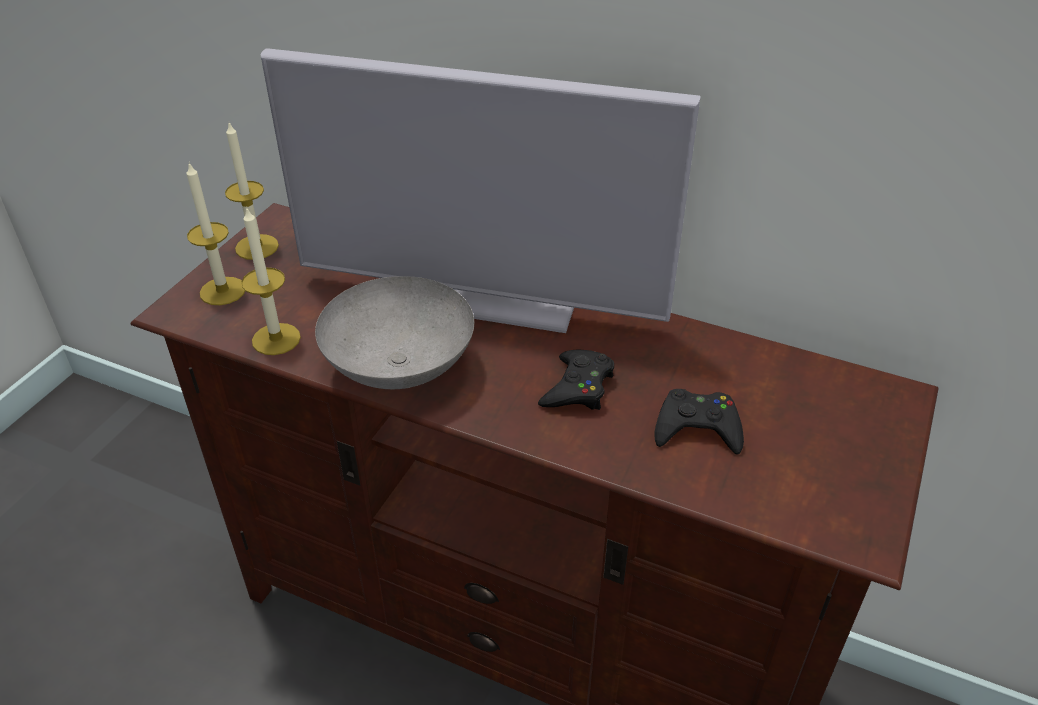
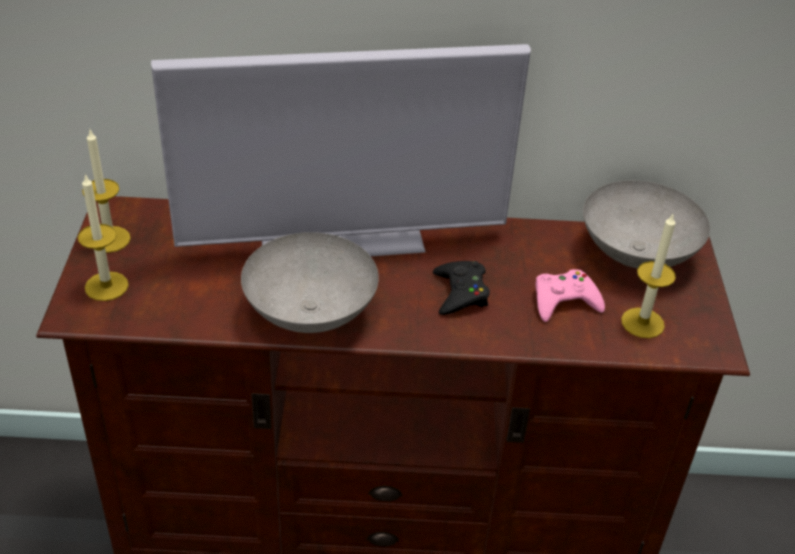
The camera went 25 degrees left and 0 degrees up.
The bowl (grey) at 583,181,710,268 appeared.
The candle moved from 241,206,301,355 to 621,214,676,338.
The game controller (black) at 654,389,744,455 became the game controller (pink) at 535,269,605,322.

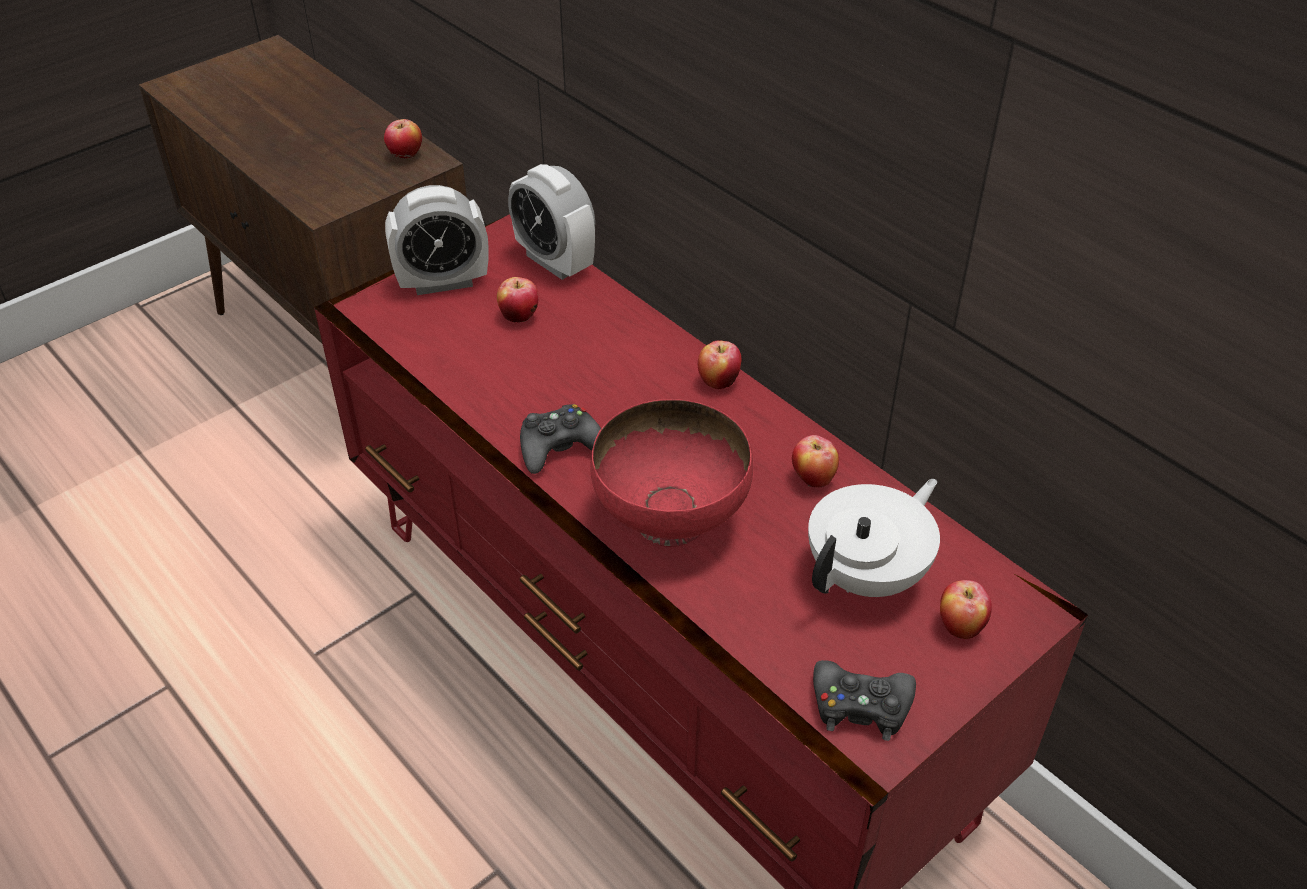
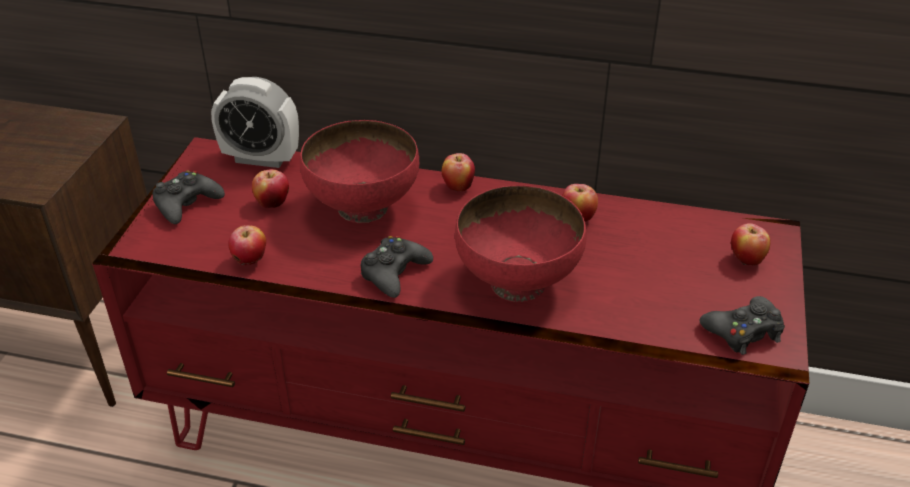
The camera went 35 degrees left and 5 degrees down.
The teapot (white) at 808,479,940,597 disappeared.
The bowl (red) at 300,120,419,223 appeared.
The apple moved from 384,119,422,159 to 228,225,266,265.
The alarm clock at 385,185,489,295 was replaced by the game controller (black) at 153,170,225,224.

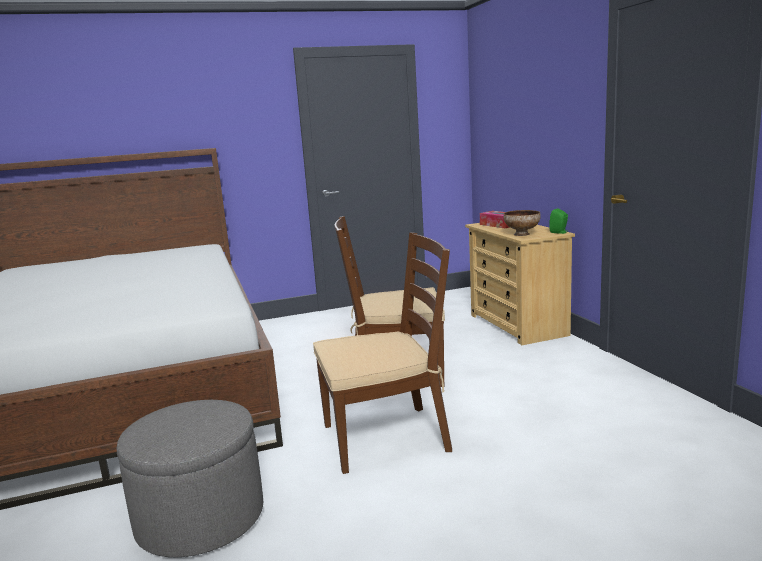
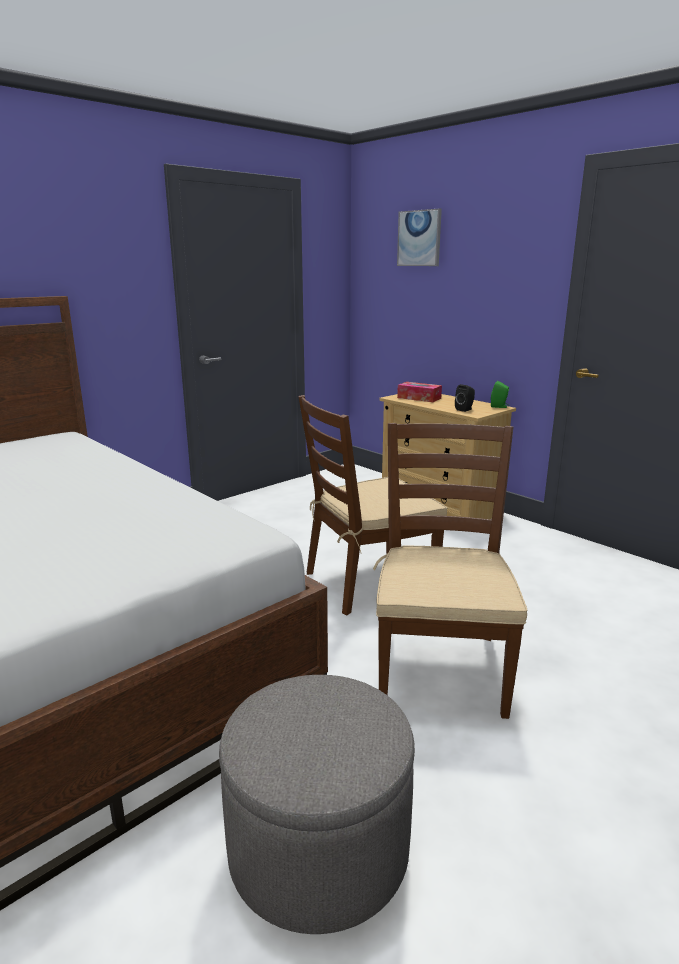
The camera went 25 degrees left and 5 degrees up.
The picture at 397,209,442,266 appeared.
The bowl at 503,210,541,236 was replaced by the speaker (black) at 455,384,475,412.
The chair (brown) at 313,233,452,474 turned 45 degrees counterclockwise.

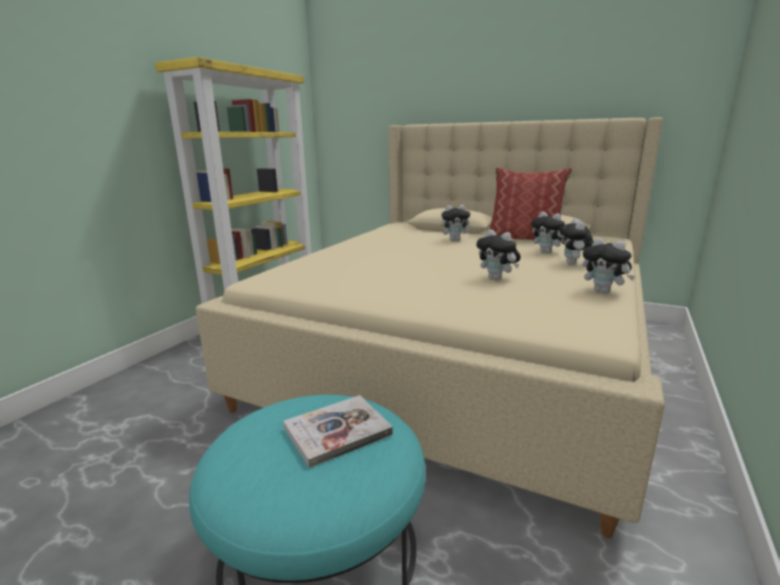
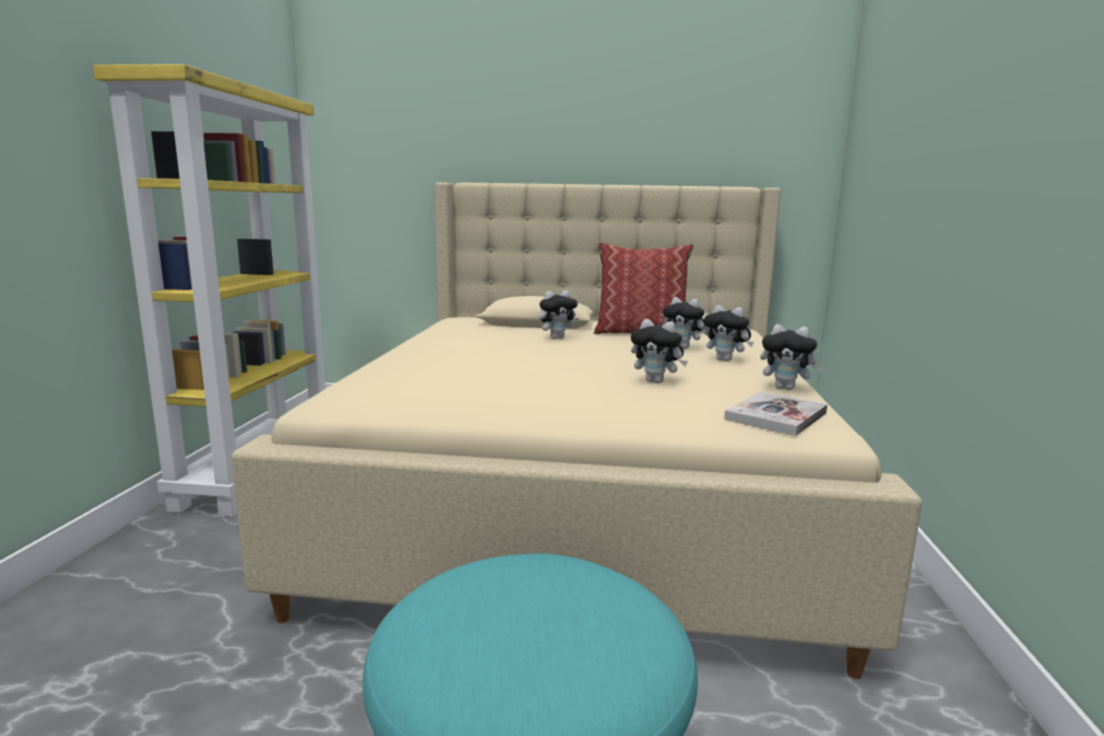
The camera went 20 degrees left and 5 degrees down.
The book moved from 283,395,393,468 to 724,391,827,436.
The plush toy at 559,218,594,265 turned 45 degrees counterclockwise.

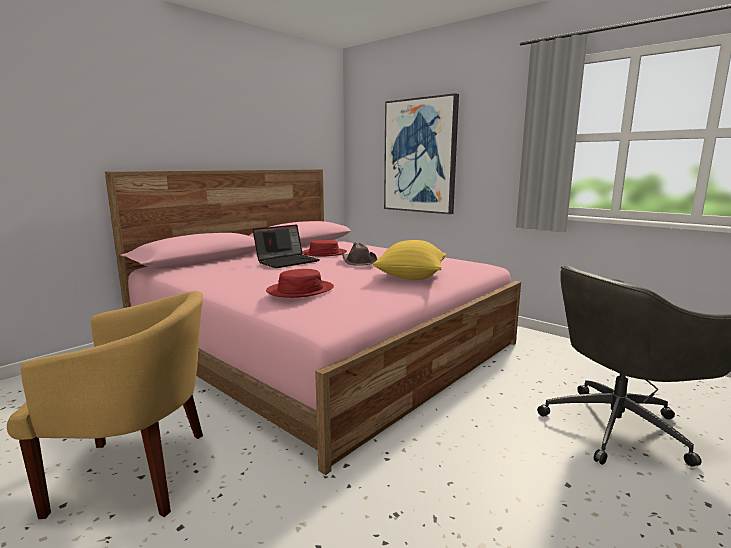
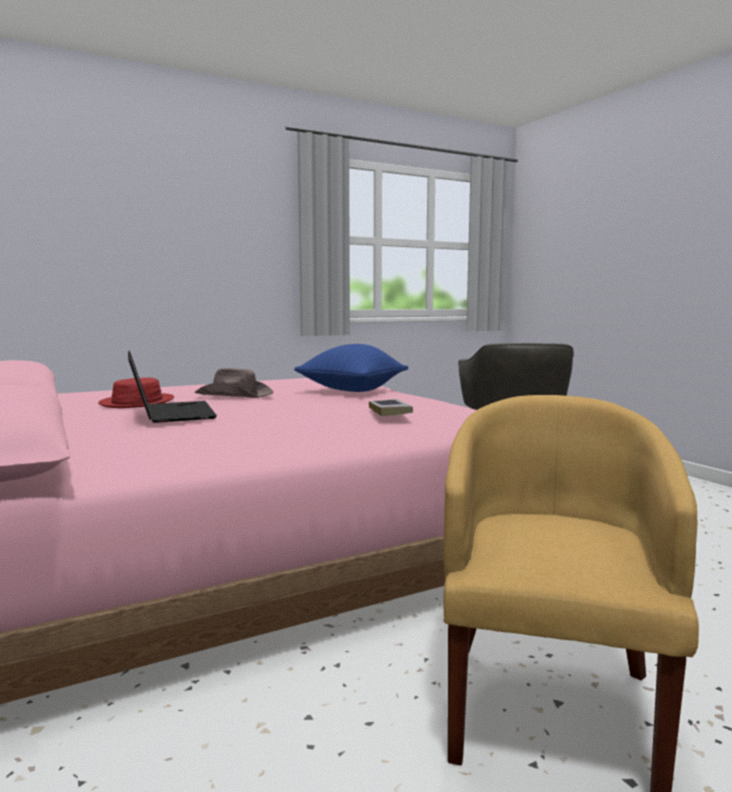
The camera went 70 degrees left and 5 degrees down.
The picture at 384,93,459,214 disappeared.
The hat (red) at 266,269,334,298 was replaced by the book at 369,399,413,416.
The pillow (yellow) at 373,240,446,280 became the pillow (blue) at 294,344,408,392.

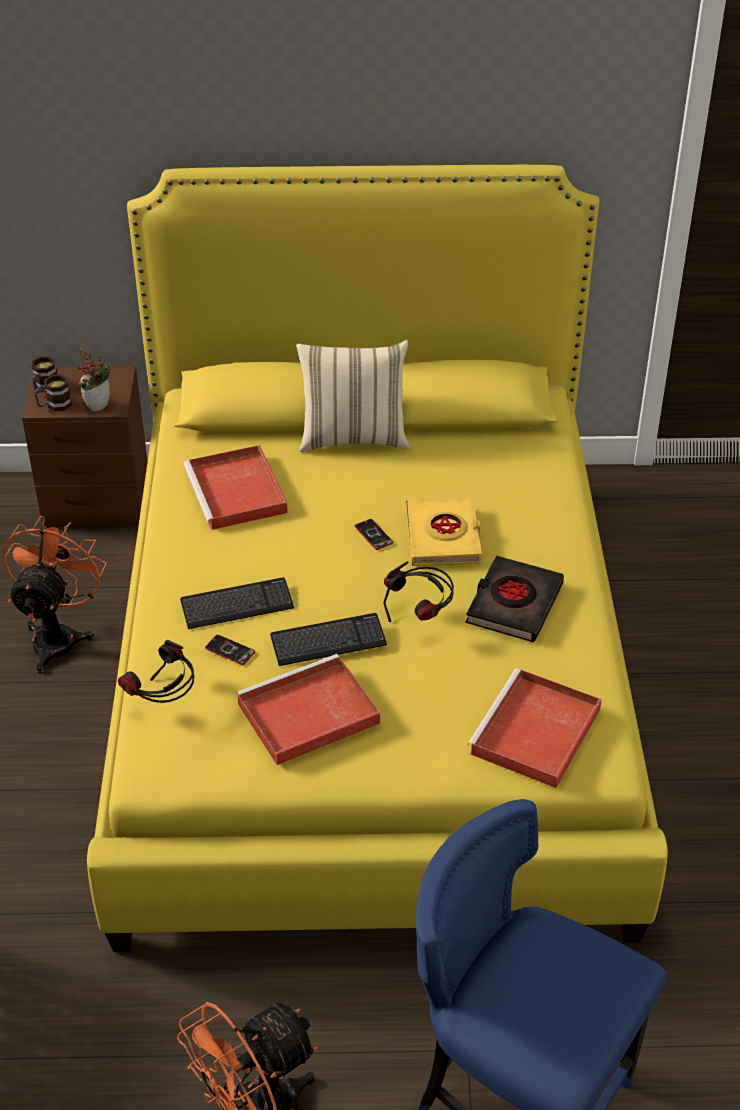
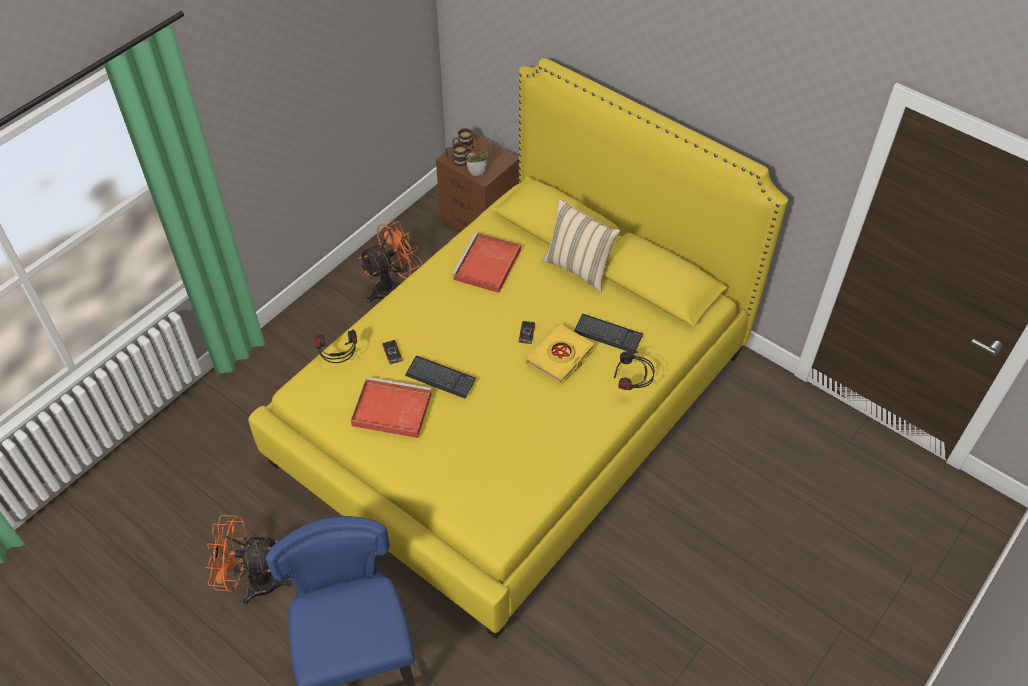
The camera went 40 degrees right and 10 degrees up.
The book (black) at 465,556,564,642 disappeared.
The tray (red) at 468,669,602,788 disappeared.
The keyboard moved from 180,578,294,629 to 574,314,643,354.
The headphones moved from 383,561,454,622 to 614,351,655,390.

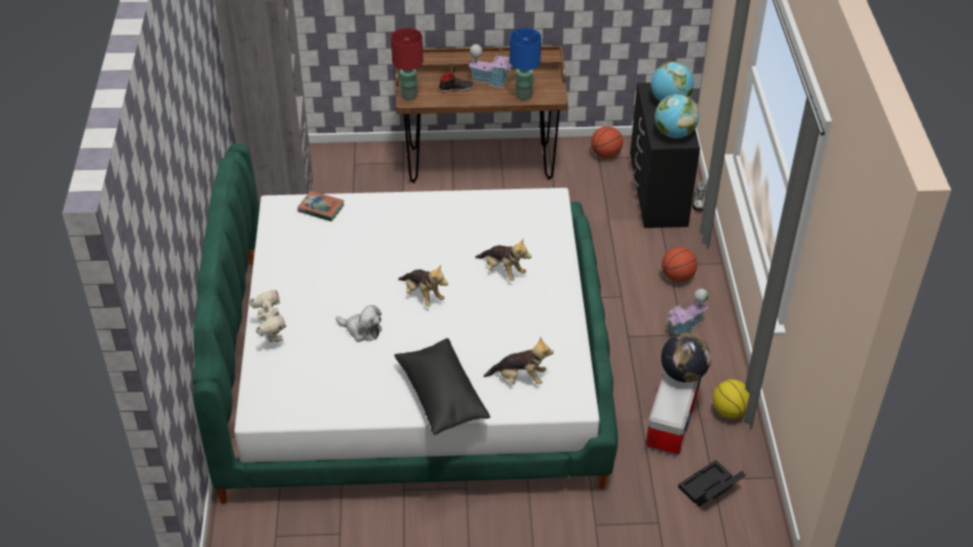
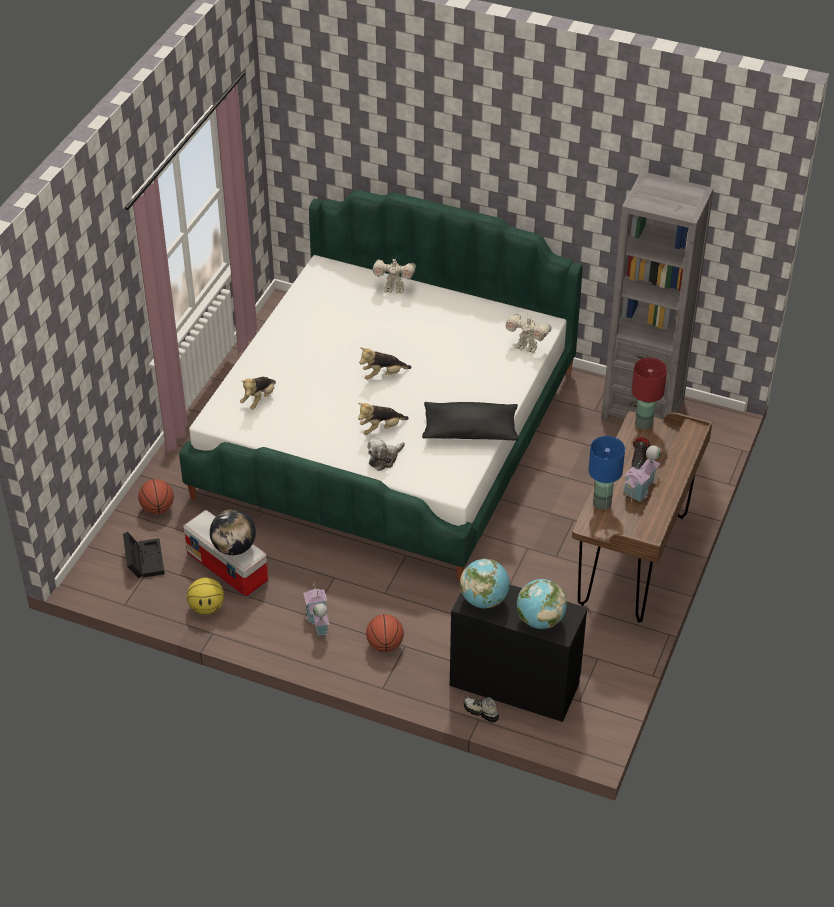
The camera went 115 degrees right and 0 degrees up.
The plush toy moved from 336,305,382,342 to 367,438,405,471.
The pillow (black) moved from 394,338,490,435 to 422,402,518,441.
The basketball moved from 591,126,623,158 to 138,479,174,514.
The book at 297,191,344,222 was replaced by the toy robot at 506,314,552,353.

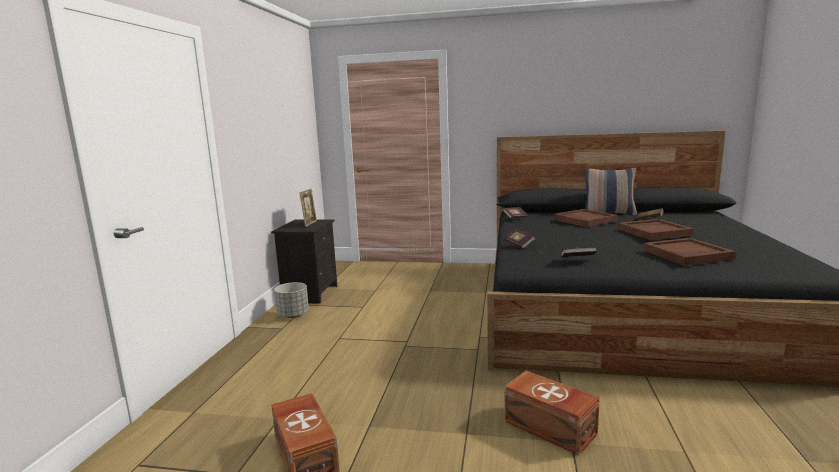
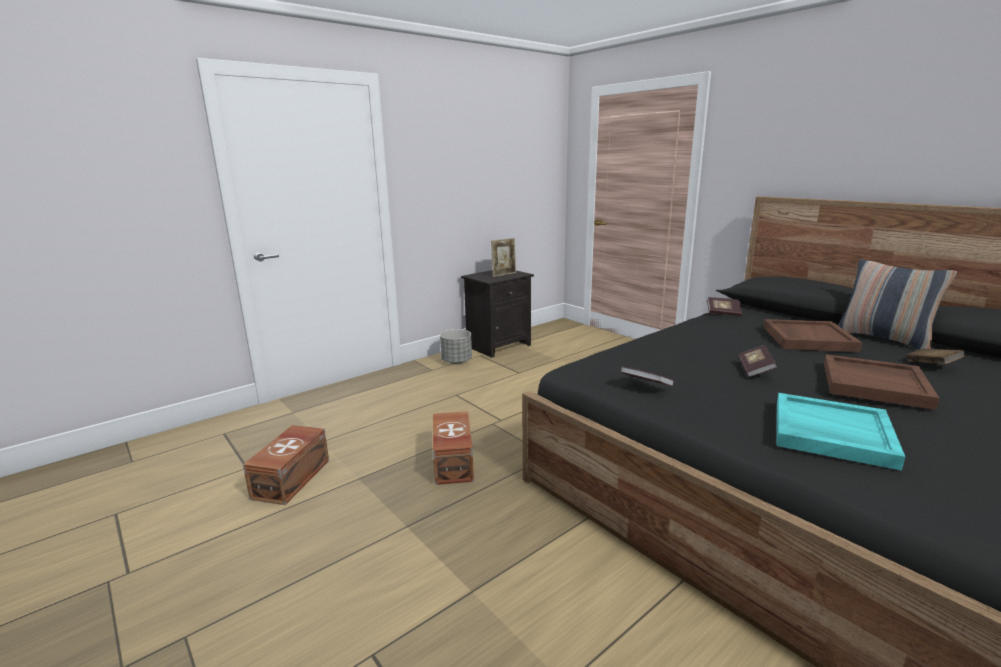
The camera went 40 degrees right and 5 degrees up.
The book moved from 504,229,535,249 to 738,345,777,377.
The storage box (brown) moved from 504,371,600,455 to 433,411,474,485.
The tray (brown) at 643,238,736,266 became the tray (turquoise) at 777,393,905,471.

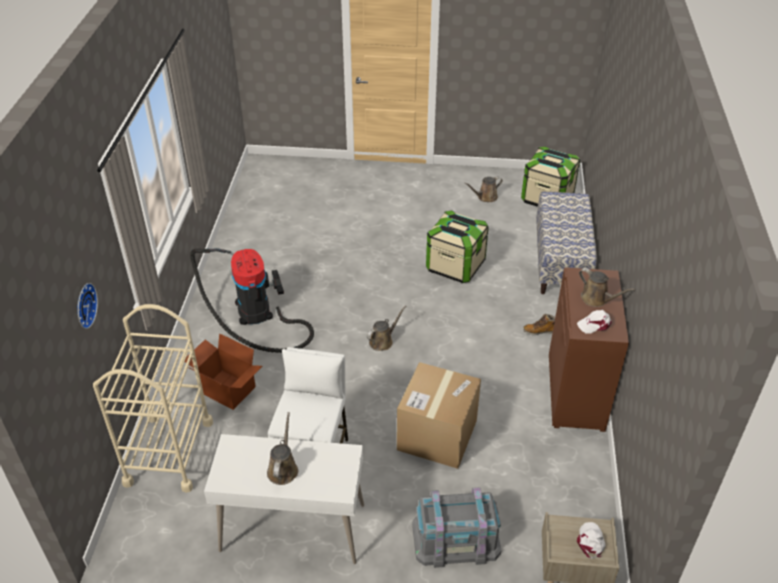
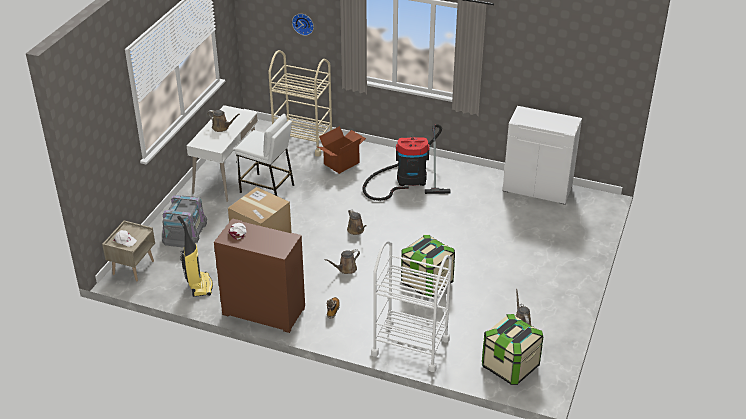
The camera went 105 degrees right and 5 degrees down.
The vacuum cleaner at 177,215,213,297 appeared.
The cabinet (white) at 503,106,582,205 appeared.
The watering can (brown) moved from 579,268,635,307 to 324,249,360,274.
The bench at 536,191,597,294 was replaced by the cart (white) at 371,241,452,372.

